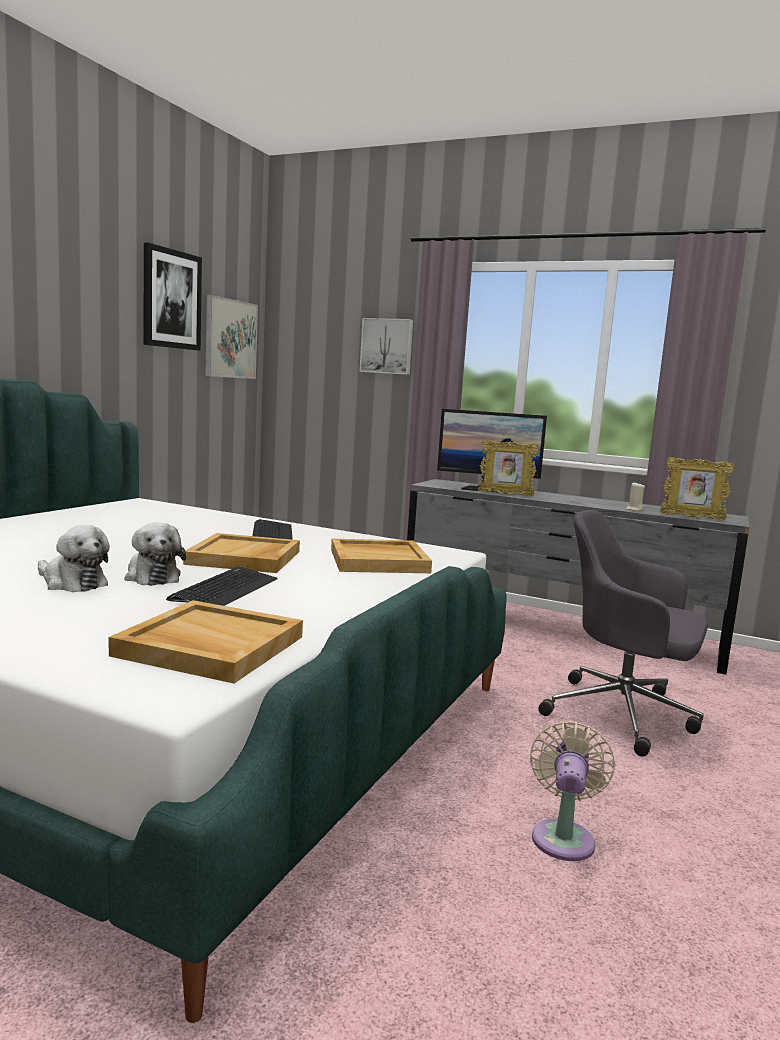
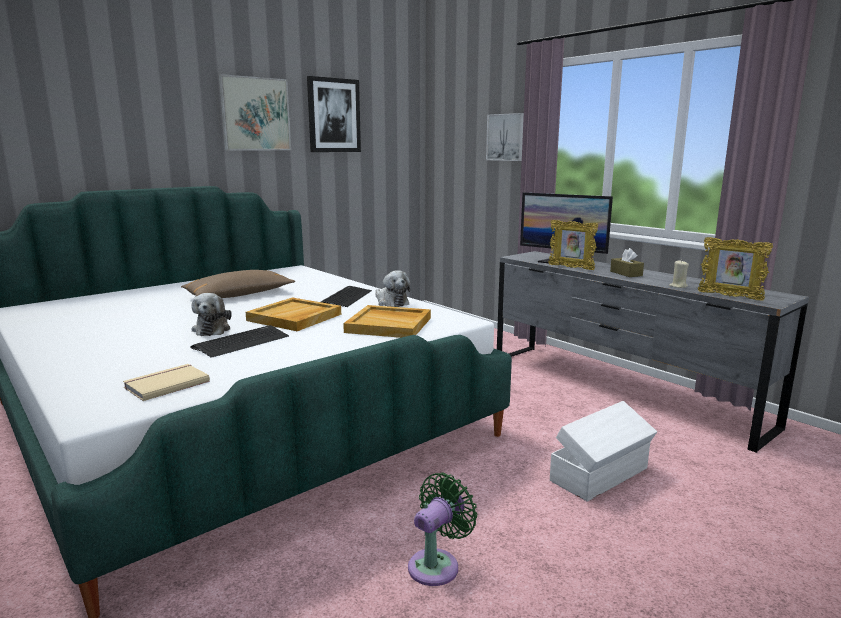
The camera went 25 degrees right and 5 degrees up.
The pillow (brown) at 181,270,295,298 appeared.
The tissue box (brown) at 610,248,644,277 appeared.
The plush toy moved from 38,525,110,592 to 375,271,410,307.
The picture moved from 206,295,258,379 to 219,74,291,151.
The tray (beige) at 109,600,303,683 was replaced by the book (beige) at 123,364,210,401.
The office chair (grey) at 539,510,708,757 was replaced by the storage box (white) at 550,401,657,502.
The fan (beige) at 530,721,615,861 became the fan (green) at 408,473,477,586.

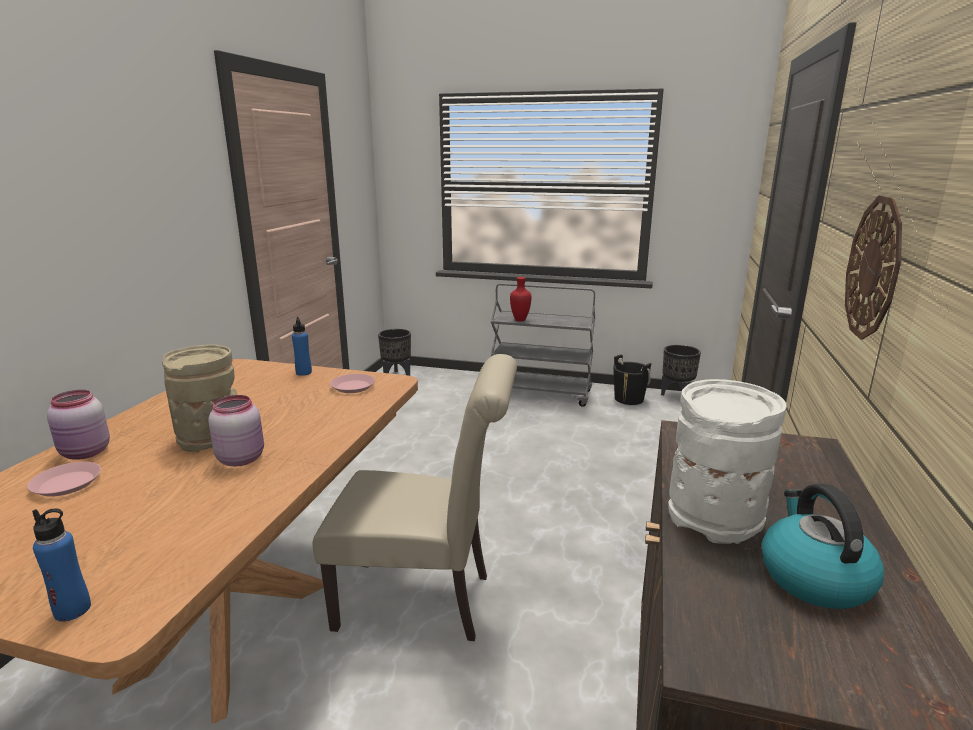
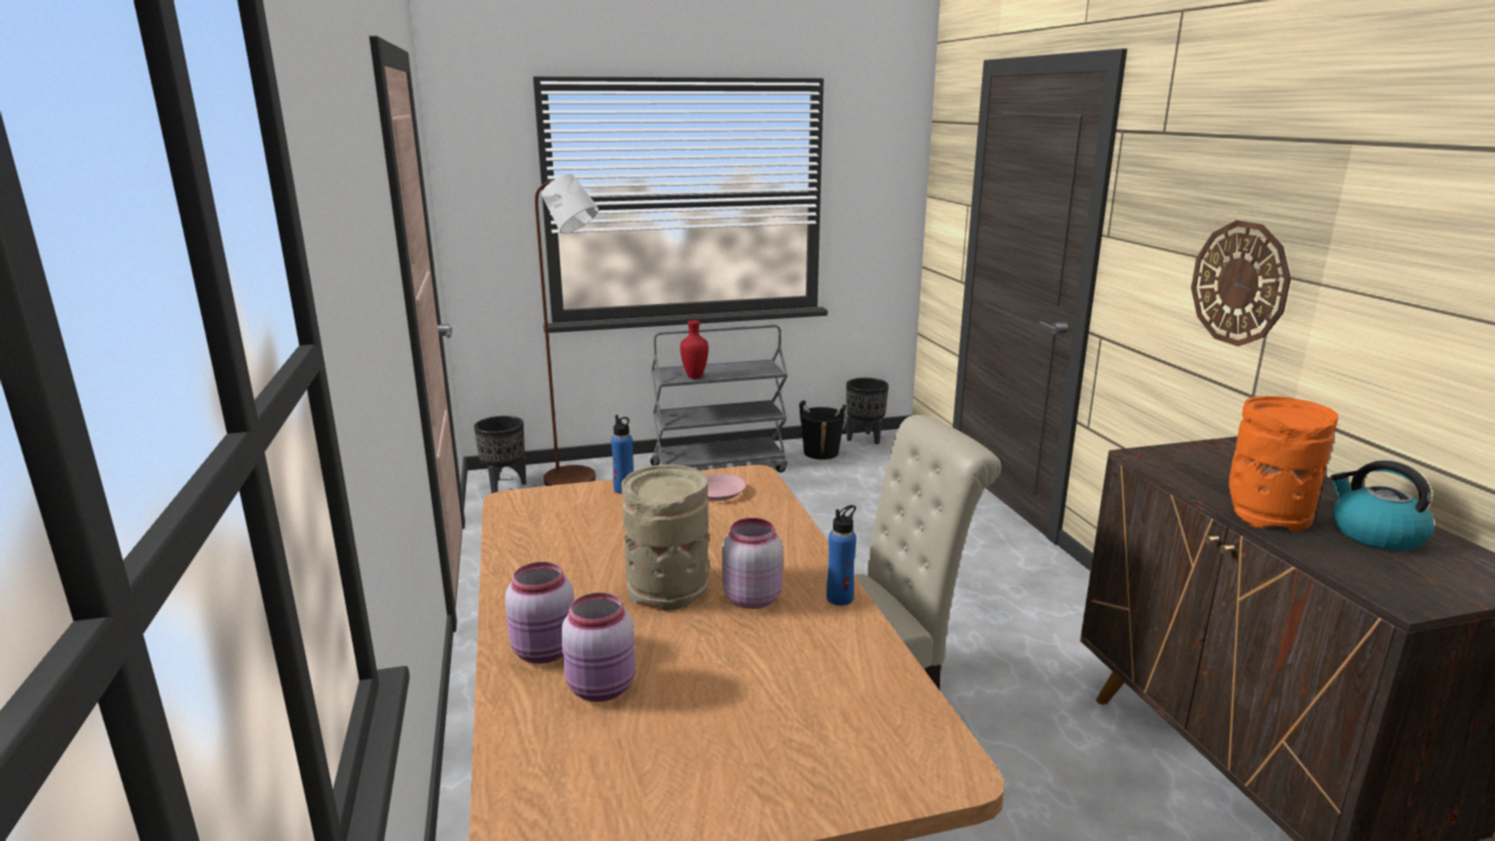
The camera went 30 degrees left and 0 degrees up.
The floor lamp (brown) at 535,174,599,486 appeared.
The bottle (blue) moved from 32,508,91,622 to 826,505,856,605.
The plate (pink) at 27,462,101,497 was replaced by the jar (pink) at 561,592,636,702.
The vase (white) at 669,379,787,544 became the vase (orange) at 1229,396,1338,532.

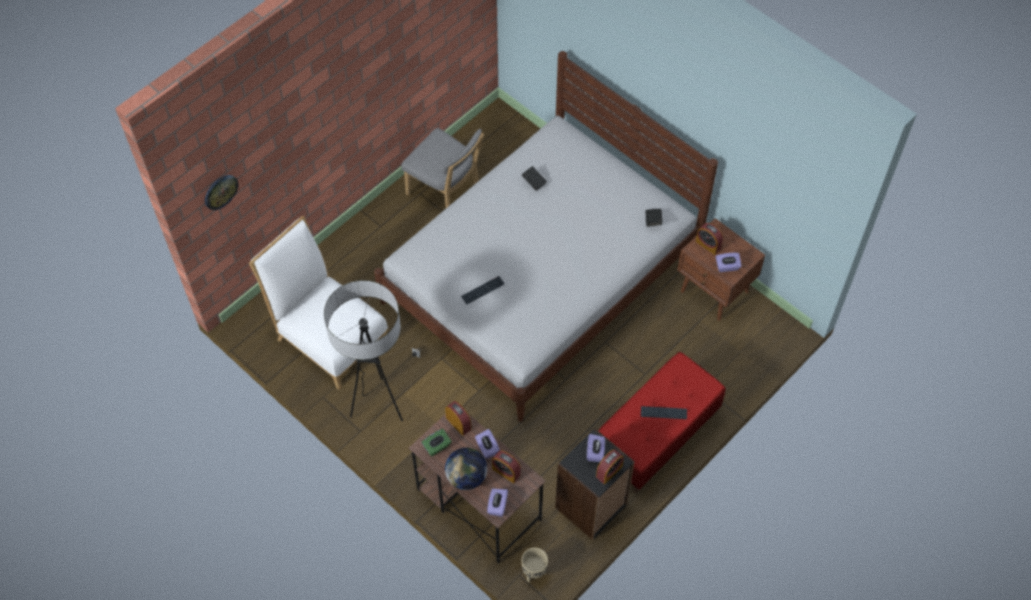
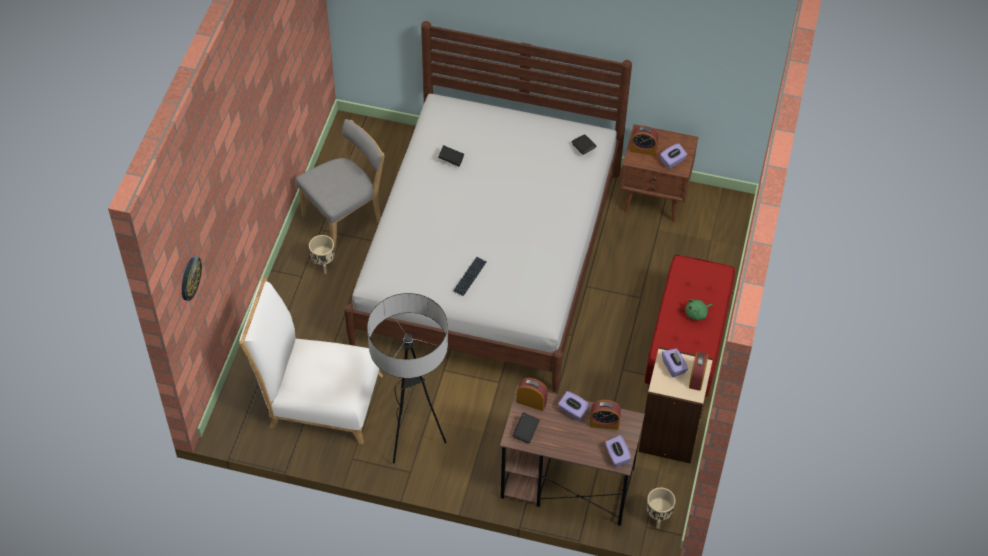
The camera went 30 degrees left and 5 degrees down.
The globe at 445,448,487,490 disappeared.
The planter (beige) at 309,235,334,274 appeared.
The tissue box (green) at 421,429,452,456 was replaced by the book (black) at 512,412,540,443.
The keyboard at 641,406,687,419 was replaced by the plush toy (green) at 685,299,713,320.
The bookcase (black) at 555,428,635,540 became the bookcase (beige) at 639,347,713,464.
The chair (grey) at 401,128,484,208 turned 45 degrees counterclockwise.

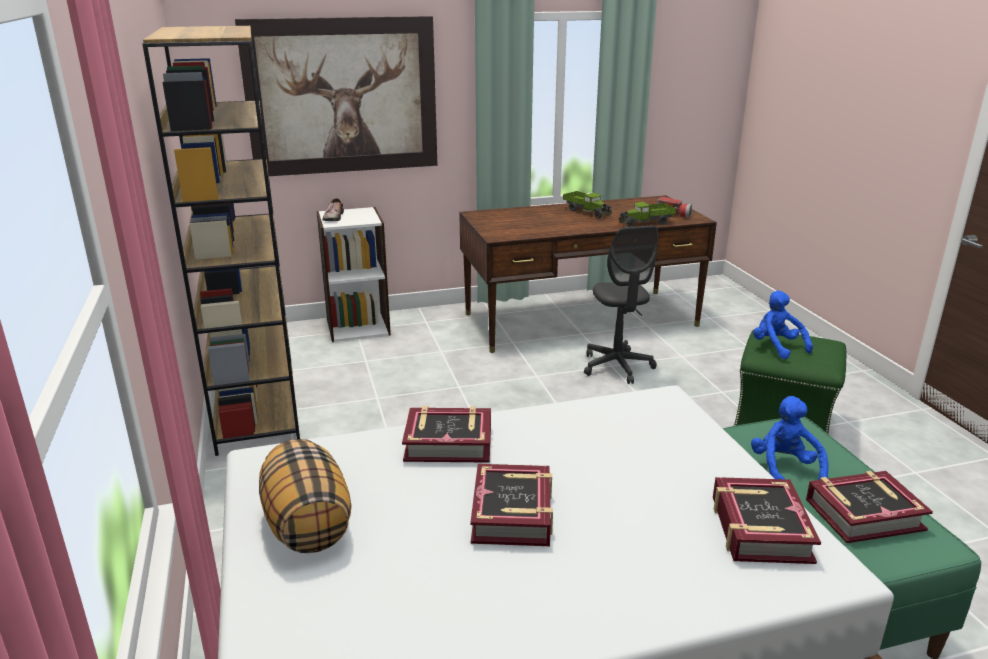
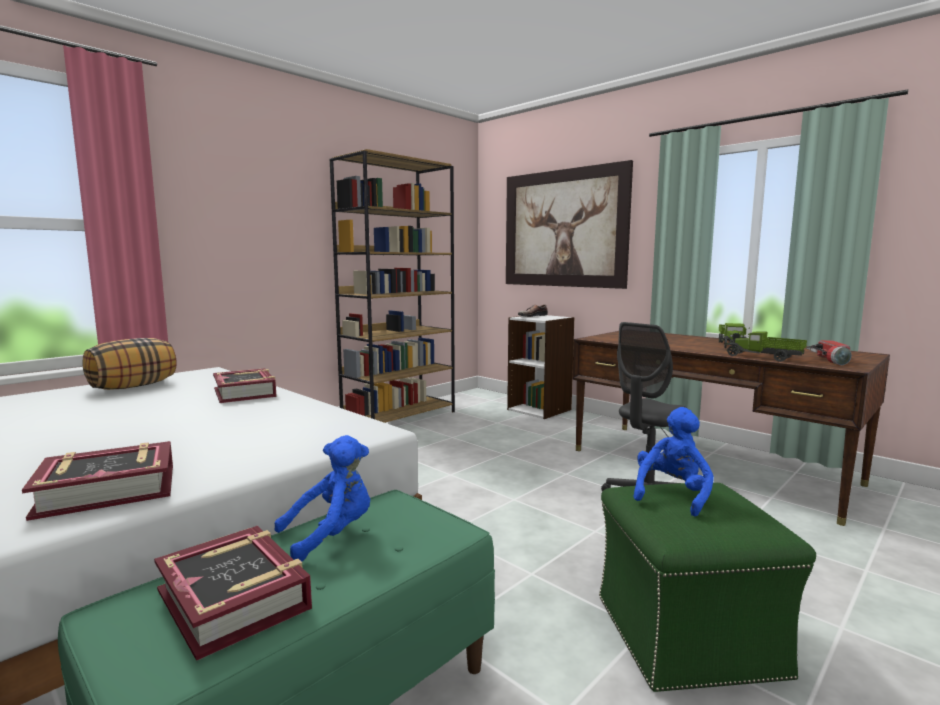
The camera went 60 degrees right and 15 degrees down.
The book at 470,464,553,546 disappeared.

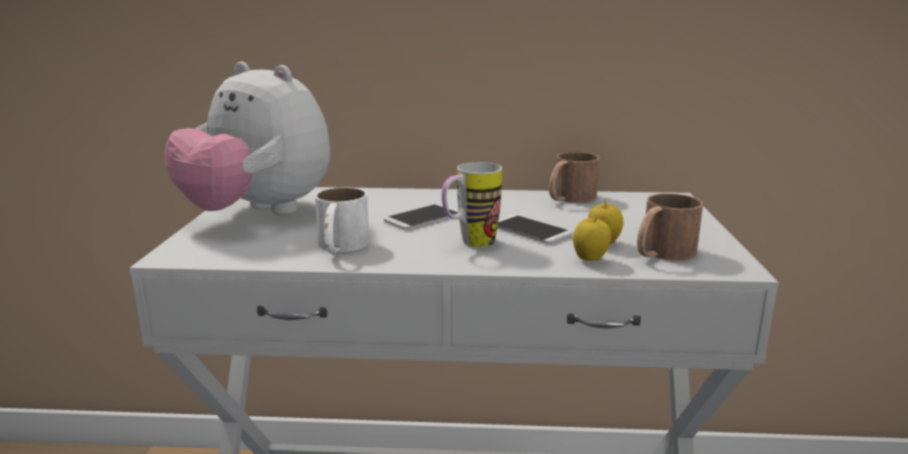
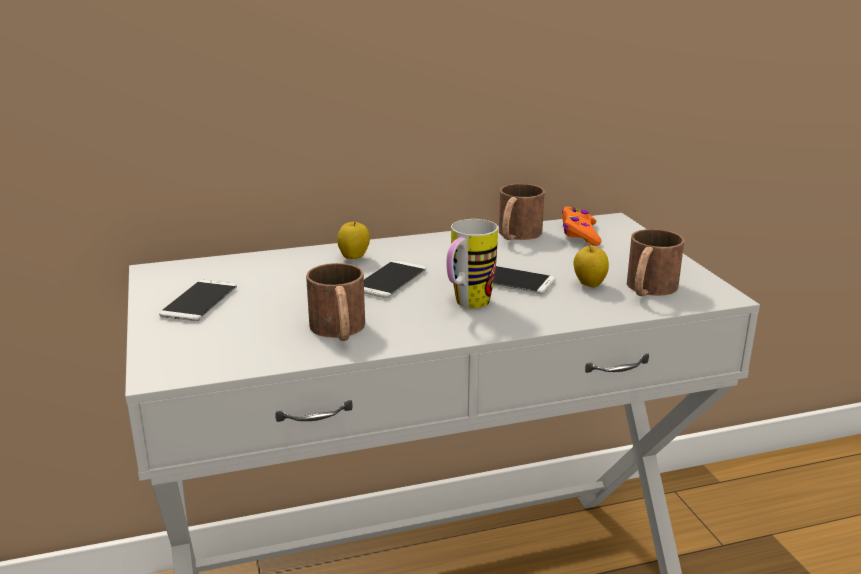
The camera went 20 degrees left and 5 degrees up.
The game controller (orange) at 562,207,602,246 appeared.
The apple moved from 573,218,611,261 to 337,222,370,259.
The plush toy at 165,62,330,215 was replaced by the phone at 159,280,237,321.
The mug (white) at 315,187,369,254 became the mug (brown) at 306,263,365,341.

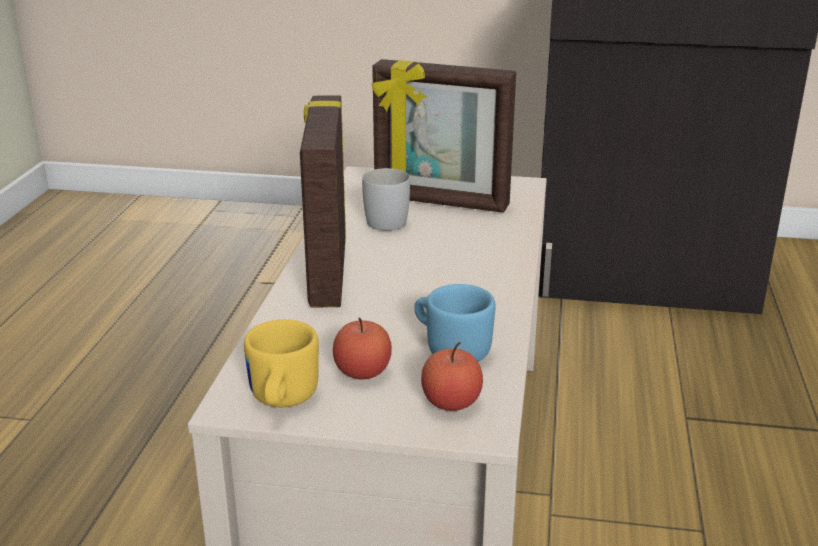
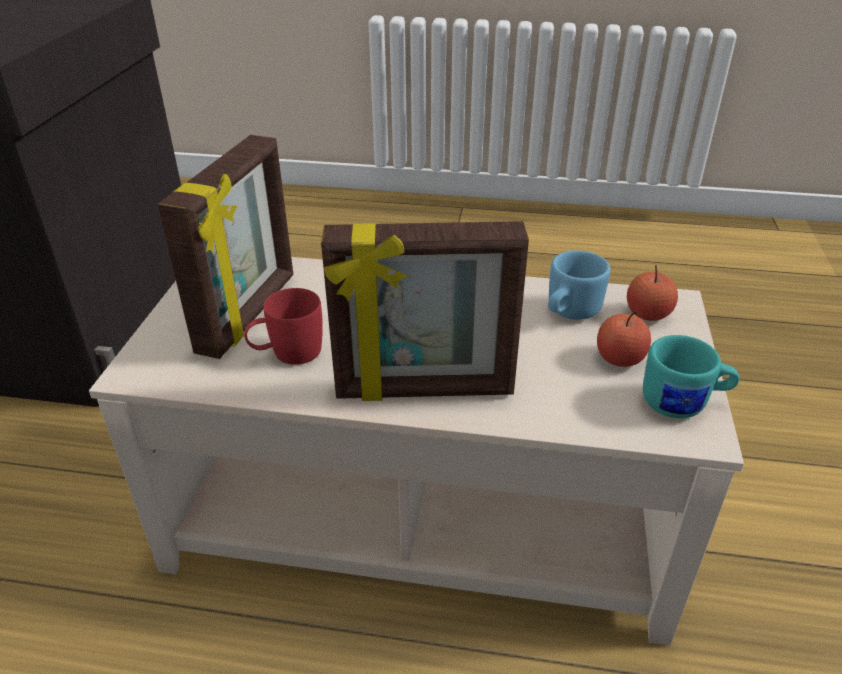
The camera went 90 degrees left and 10 degrees up.
The mug (yellow) at 244,319,319,407 became the mug (turquoise) at 643,335,739,418.
The mug (white) at 362,168,410,231 became the mug (red) at 244,288,323,365.

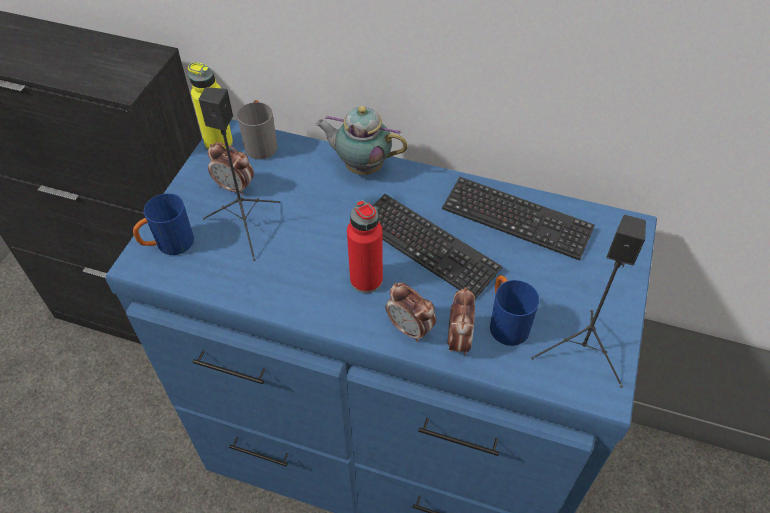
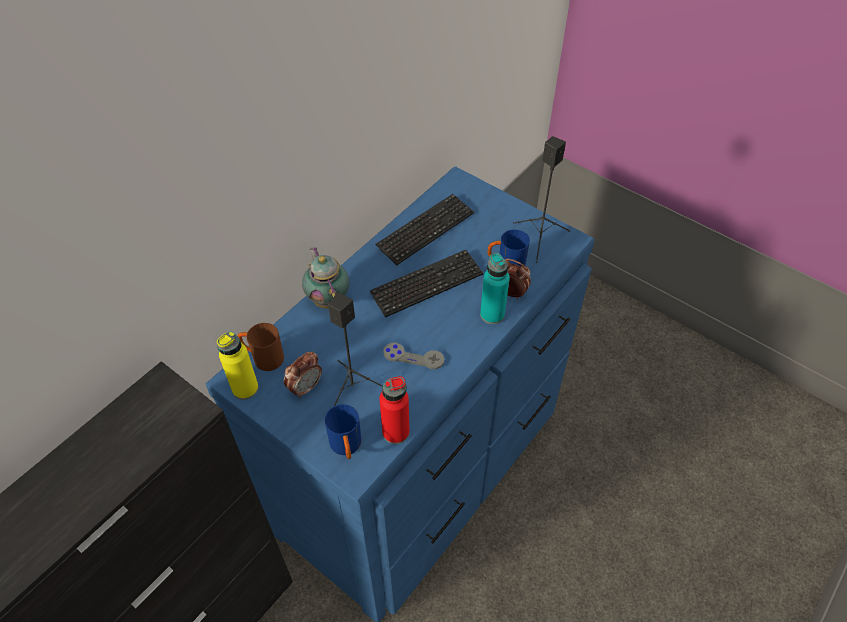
The camera went 70 degrees left and 0 degrees up.
The game controller (grey) at 383,343,445,369 appeared.
The bottle (red) moved from 347,200,383,293 to 379,376,410,444.
The alarm clock at 386,283,436,342 was replaced by the bottle (turquoise) at 480,253,510,324.
The mug (grey) at 237,100,278,159 became the mug (brown) at 238,323,284,371.
The teapot at 316,106,408,175 turned 120 degrees clockwise.

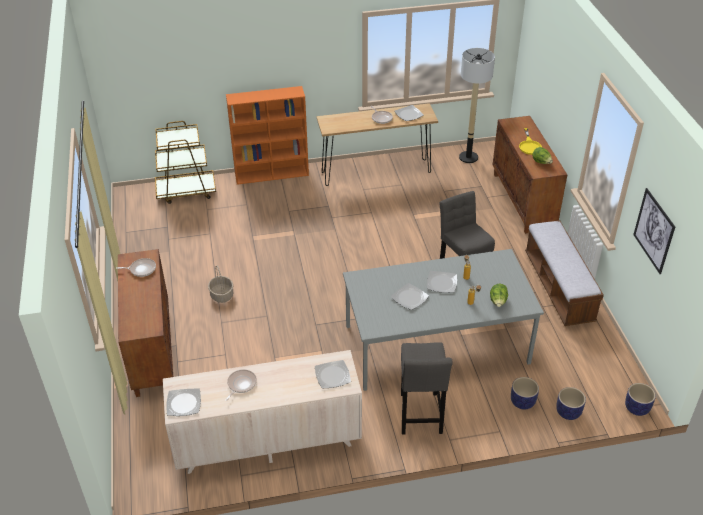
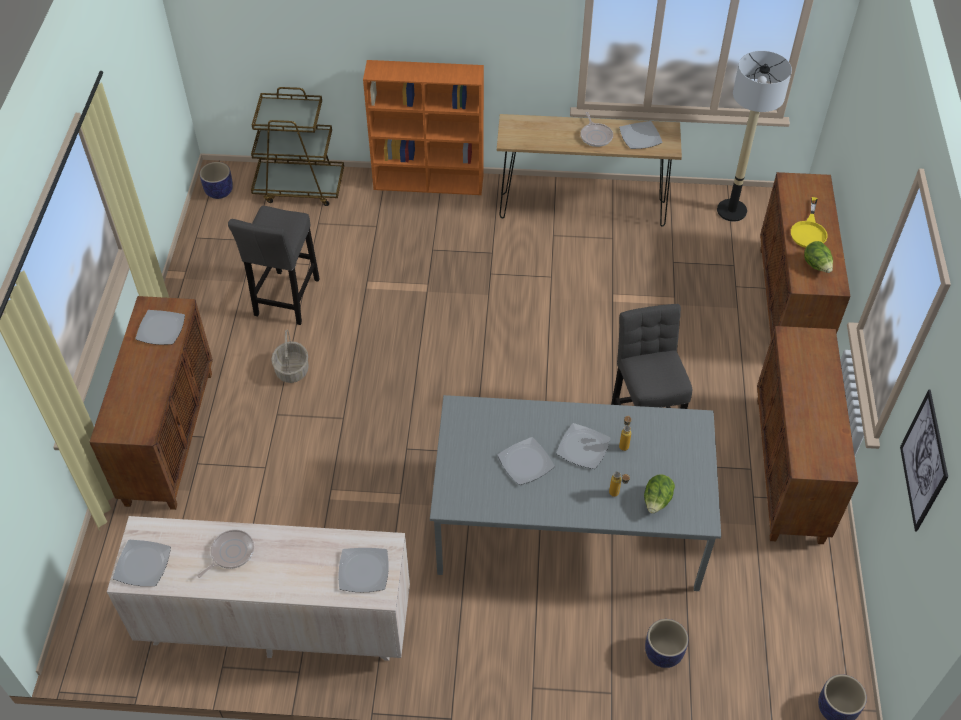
The camera went 15 degrees right and 10 degrees up.
The stool (grey) moved from 401,342,453,435 to 228,206,320,325.
The planter moved from 556,387,586,420 to 200,162,233,199.
The frying pan at 116,258,156,277 was replaced by the plate at 135,310,185,345.
The bench at 525,220,604,326 was replaced by the cabinet (brown) at 757,326,858,544.

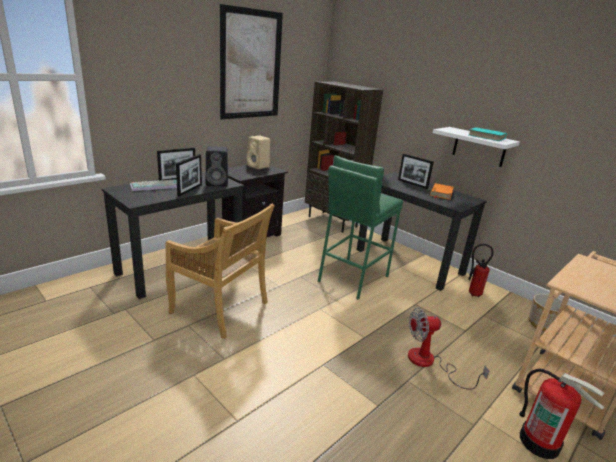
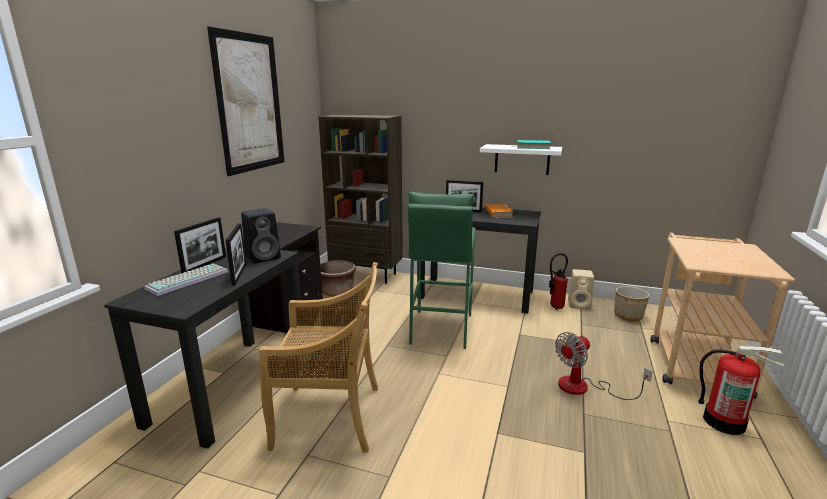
The camera went 25 degrees left and 5 degrees down.
The planter (brown) at 320,260,356,297 appeared.
The speaker (beige) moved from 246,136,270,169 to 568,269,594,309.

